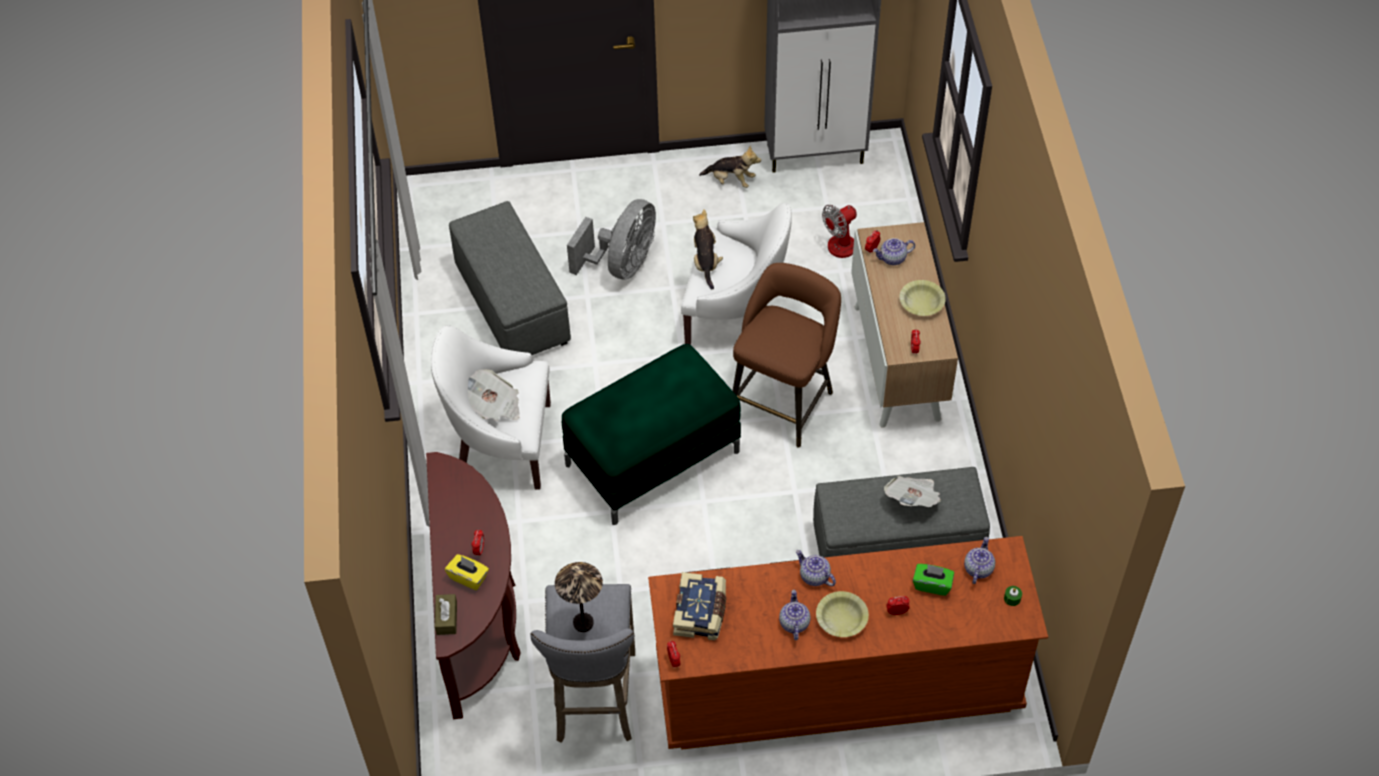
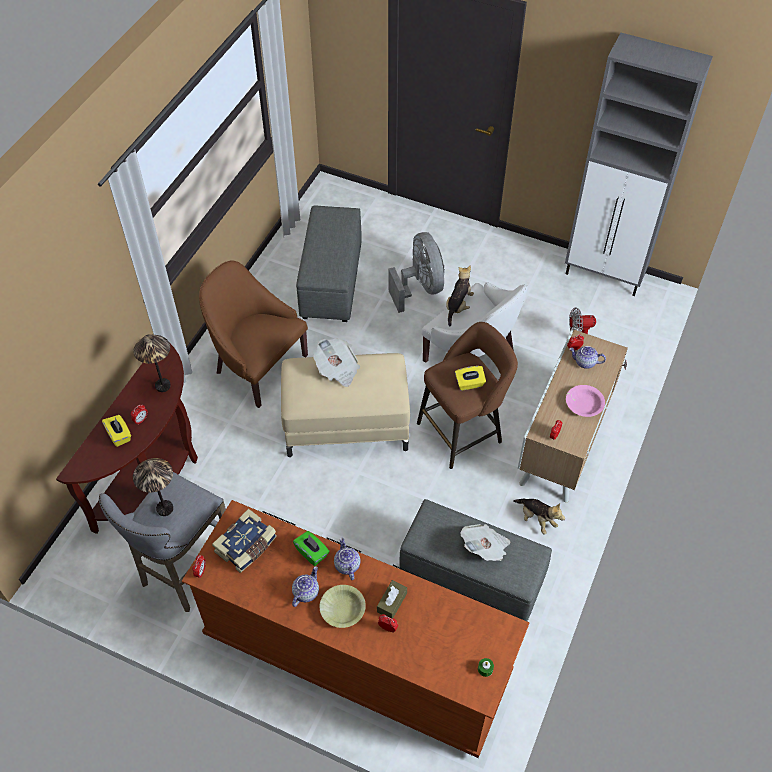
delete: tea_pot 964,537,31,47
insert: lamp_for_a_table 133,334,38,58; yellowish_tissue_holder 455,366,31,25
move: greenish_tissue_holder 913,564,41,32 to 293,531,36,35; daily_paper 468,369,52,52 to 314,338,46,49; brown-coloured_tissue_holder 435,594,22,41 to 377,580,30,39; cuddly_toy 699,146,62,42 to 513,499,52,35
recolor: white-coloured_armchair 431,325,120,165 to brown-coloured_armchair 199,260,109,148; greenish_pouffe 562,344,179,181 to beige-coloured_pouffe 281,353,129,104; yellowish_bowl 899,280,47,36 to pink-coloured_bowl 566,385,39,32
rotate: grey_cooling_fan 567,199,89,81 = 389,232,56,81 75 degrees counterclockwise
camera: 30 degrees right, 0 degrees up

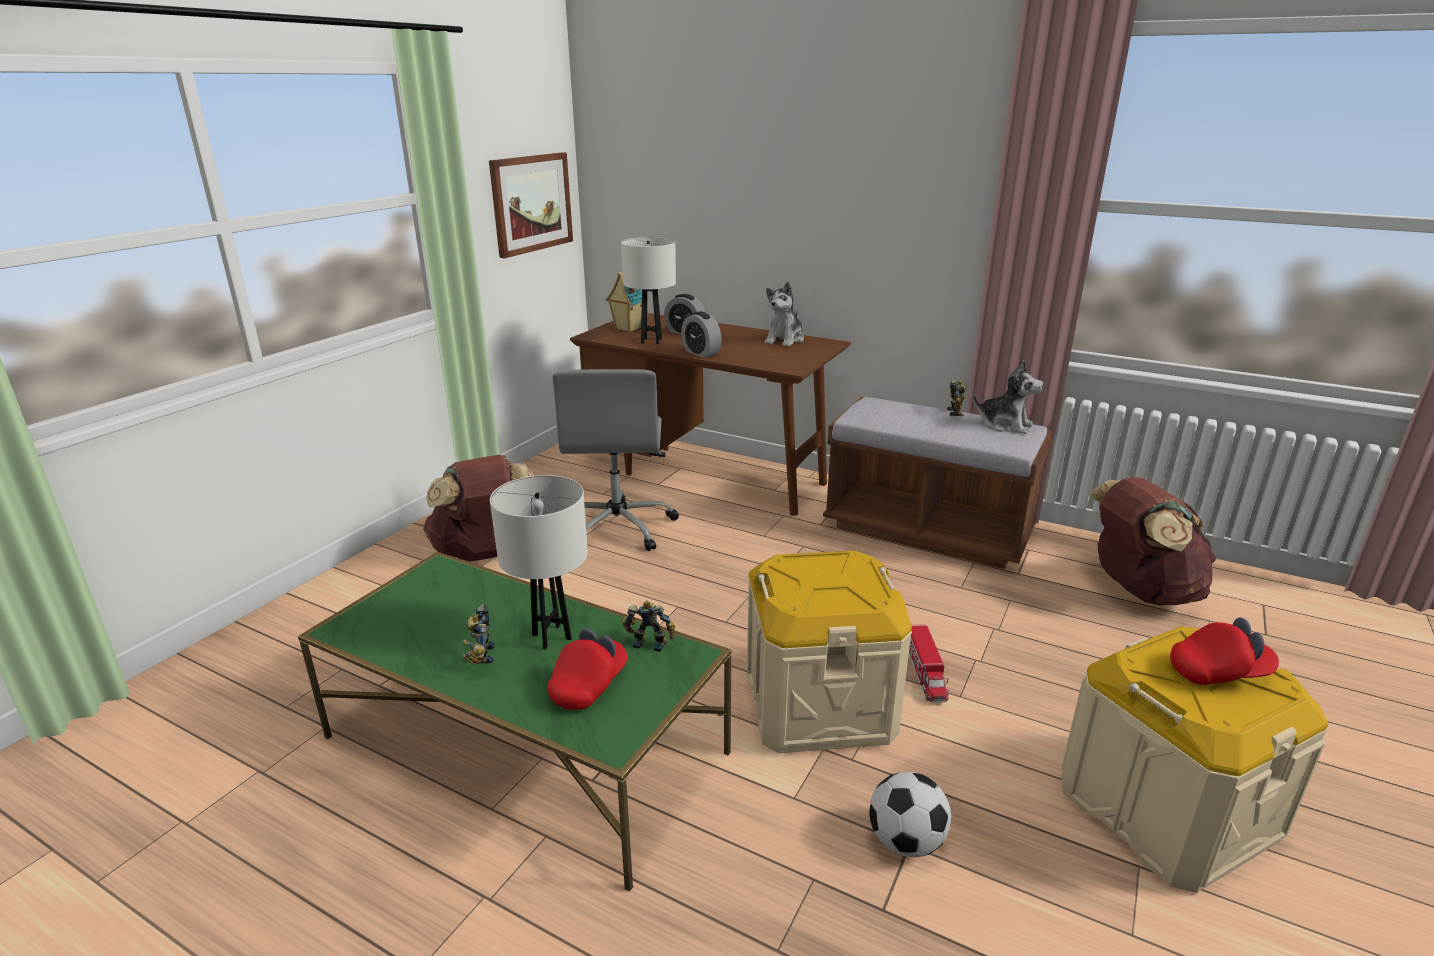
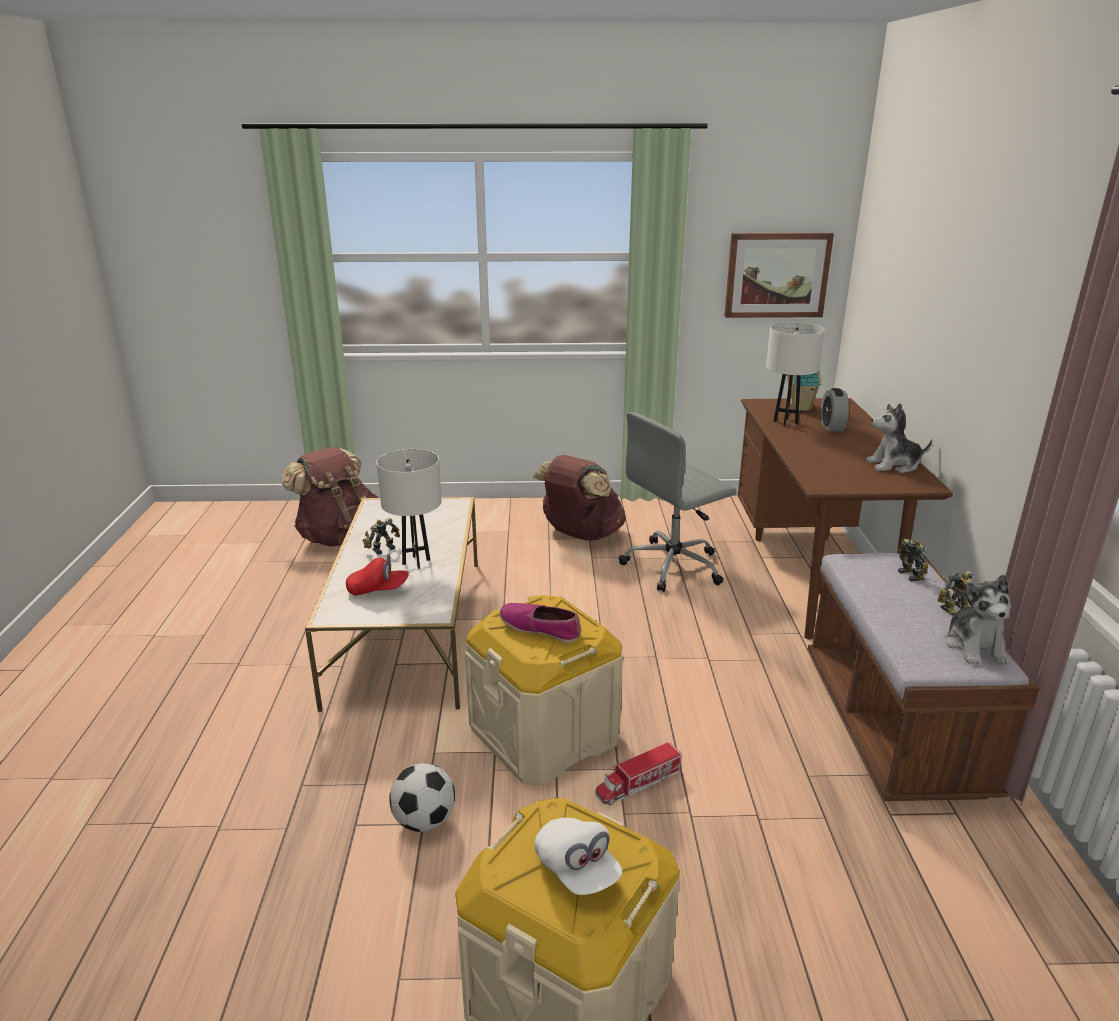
delete: bedside_clock 681,311,41,47
insert: low_shoe 500,603,81,40
move: brown-coloured_backpack 1088,477,128,129 to 281,447,97,100; model_robot 621,600,54,52 to 898,539,30,42
recolor: greenish_low_table 298,552,433,340 to white-coloured_low_table 305,497,173,215; red_baseball_cap 1170,618,109,67 to white-coloured_baseball_cap 534,818,88,77
camera: 60 degrees right, 0 degrees up

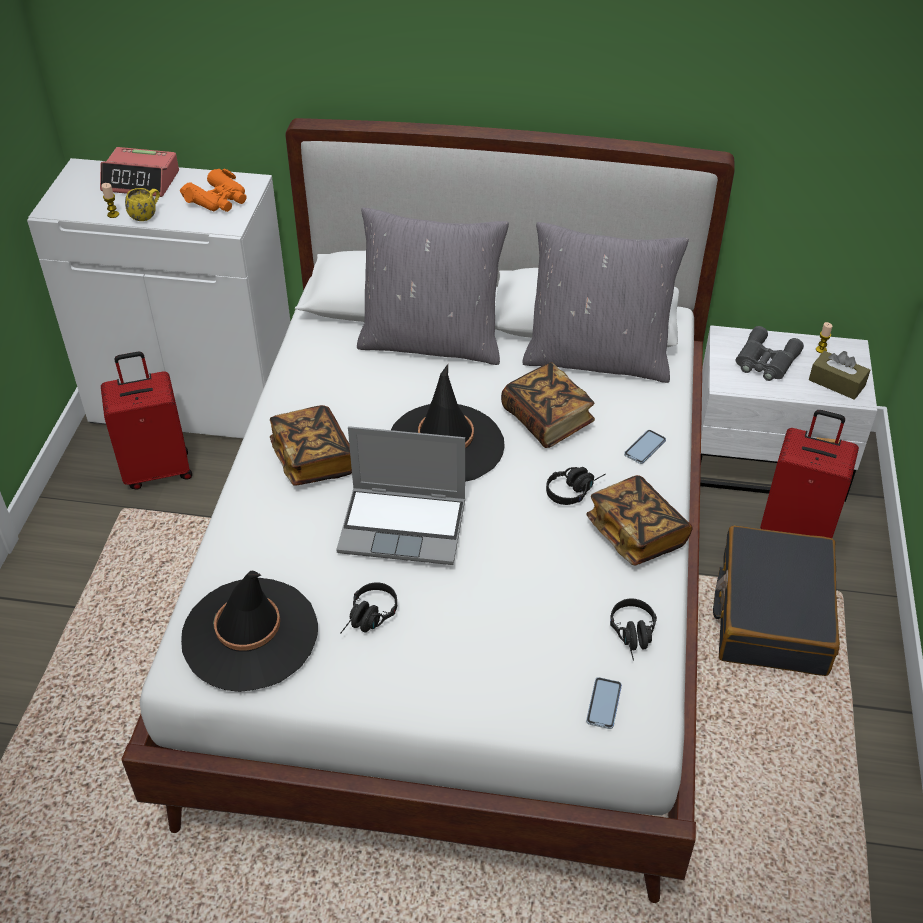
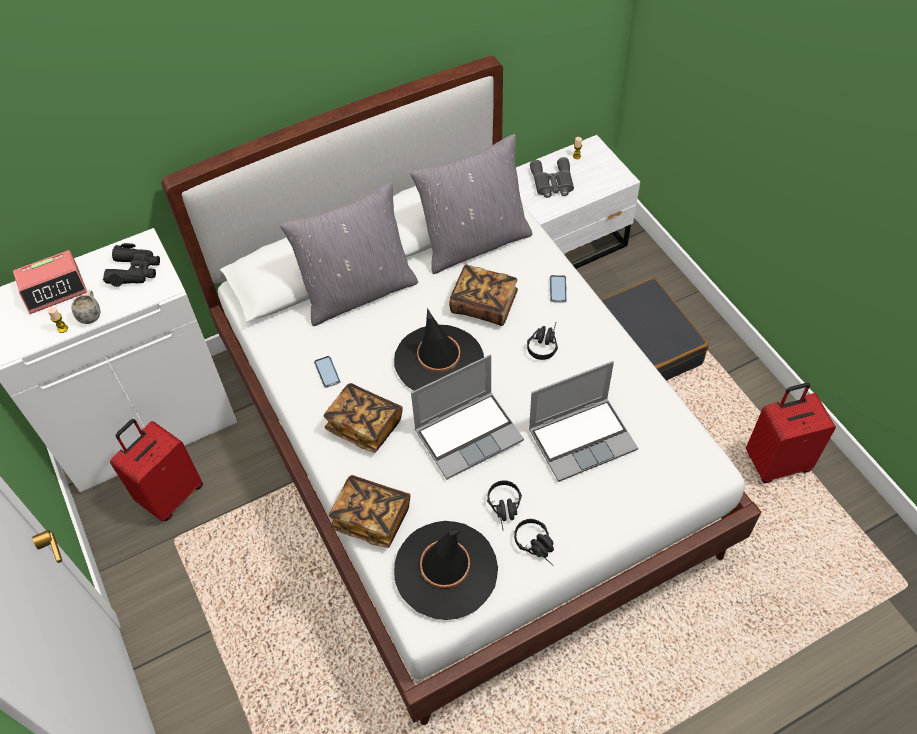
delete: brown-coloured_tissue_holder 809,351,61,49
insert: laptop 529,361,109,121
move: phone 586,677,36,52 to 314,356,26,32; volume 586,475,106,90 to 329,475,82,73; black-coloured_pair_of_headphones 610,598,47,63 to 514,519,40,47; red_suitcase 760,410,99,128 to 746,383,90,100
recolor: yellowish_coffee_mug 125,188,35,33 to white-coloured_coffee_mug 72,290,28,34; orange_binoculars 180,169,67,43 to black-coloured_binoculars 103,243,57,44
camera: 35 degrees left, 10 degrees up

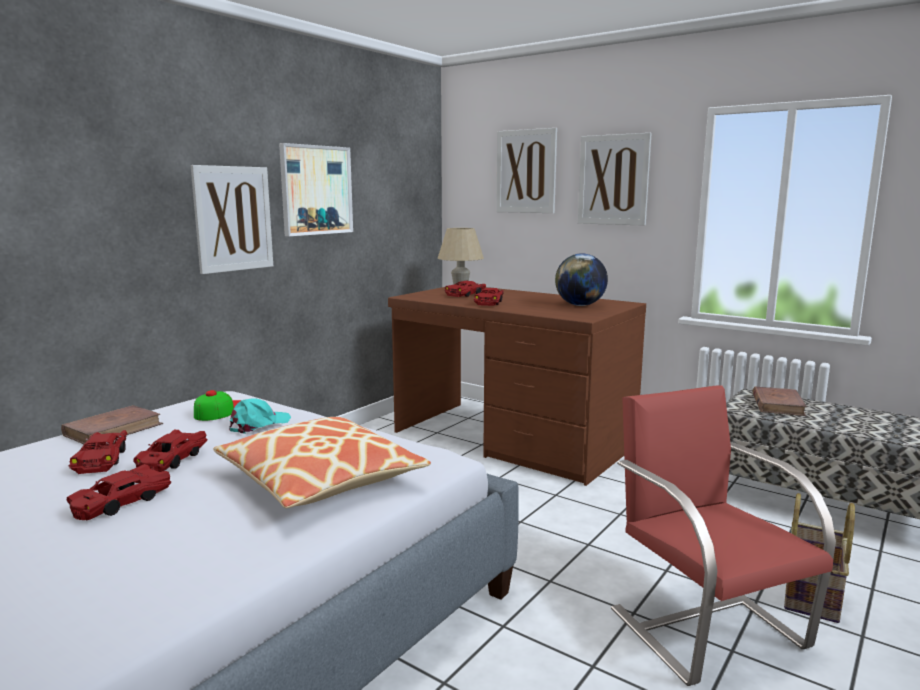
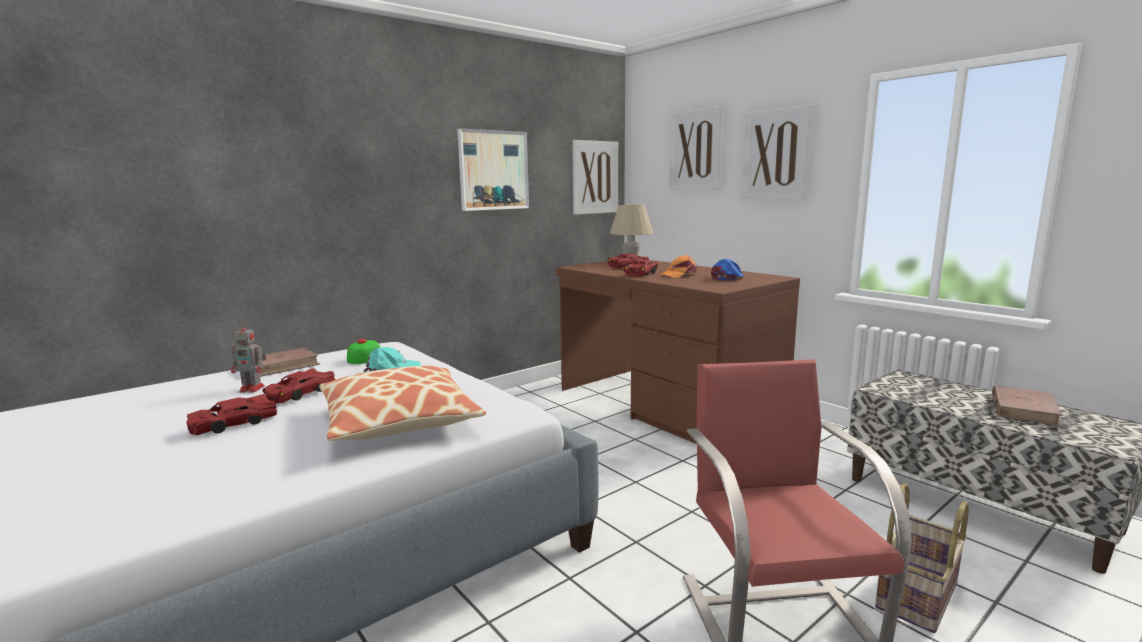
insert: orange_baseball_cap 660,255,37,23
move: picture 191,165,82,109 to 572,140,46,75; brown-coloured_volume 753,387,54,29 to 992,385,71,41
replace: red_model_car 68,430,60,44 to model_robot 231,324,36,69; globe 555,253,53,53 to blue-coloured_baseball_cap 711,259,34,21
camera: 15 degrees right, 0 degrees up

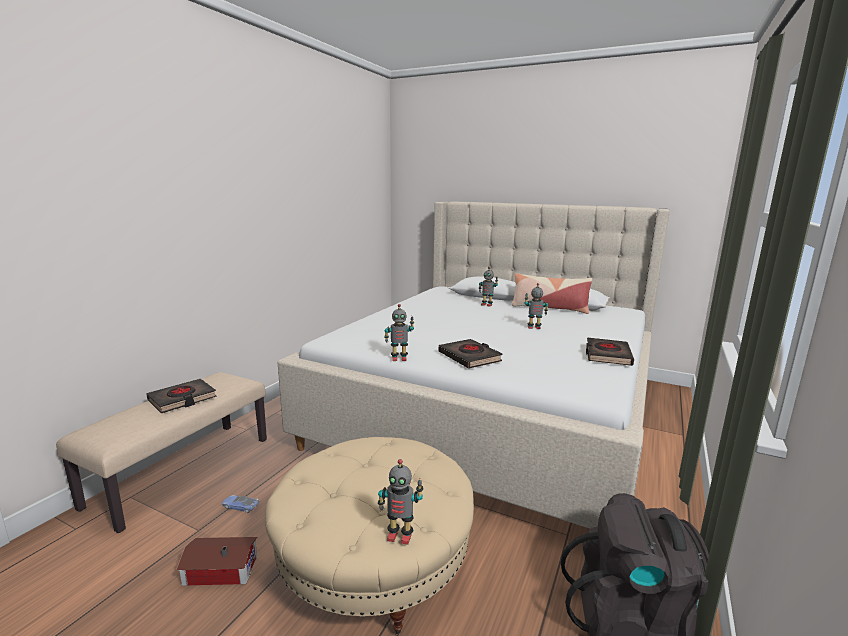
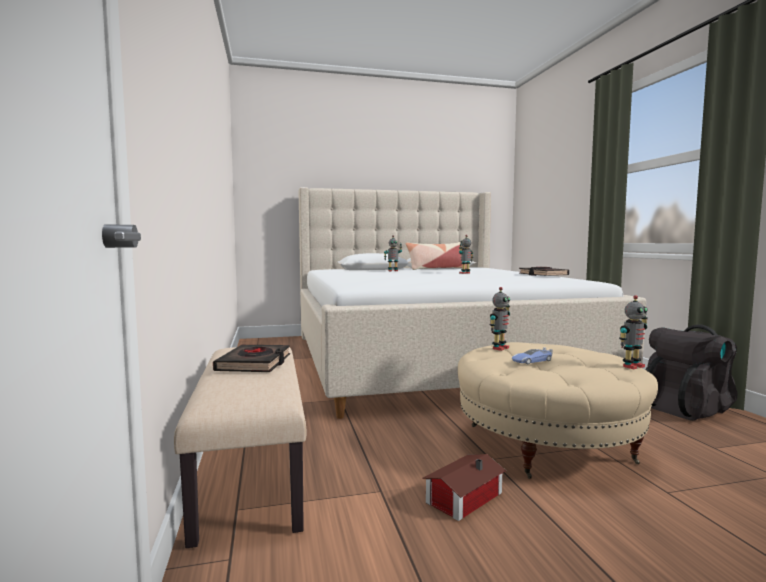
delete: black-coloured_volume 439,339,64,30
move: model_robot 384,304,30,57 to 489,287,21,64; model_car 222,495,37,18 to 512,347,41,17
camera: 40 degrees left, 10 degrees down

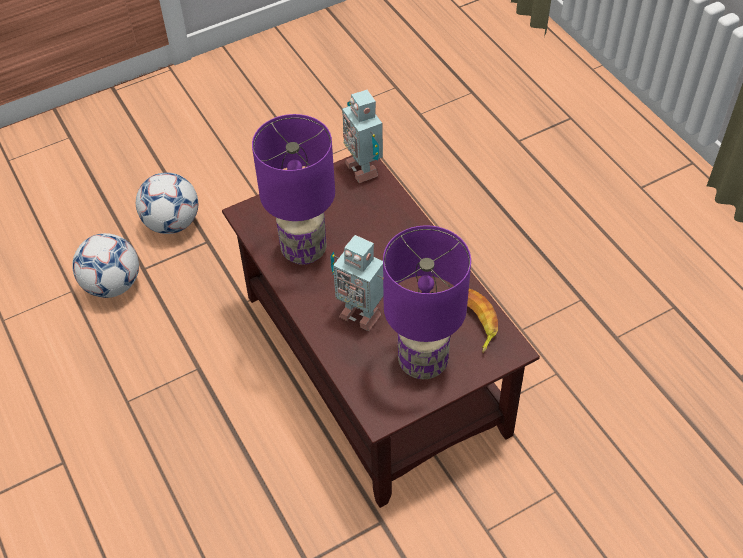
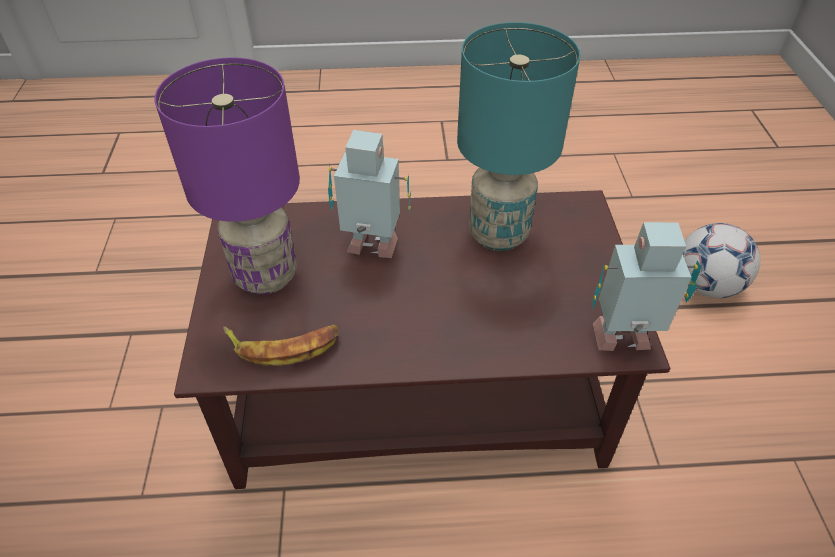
delete: football_ball 72,233,67,65
recolor: purple_lamp_for_a_table 252,114,83,151 to turquoise-coloured_lamp_for_a_table 457,22,123,229
rotate: model_robot 330,235,53,96 = 328,130,83,128 45 degrees clockwise
camera: 115 degrees right, 5 degrees down

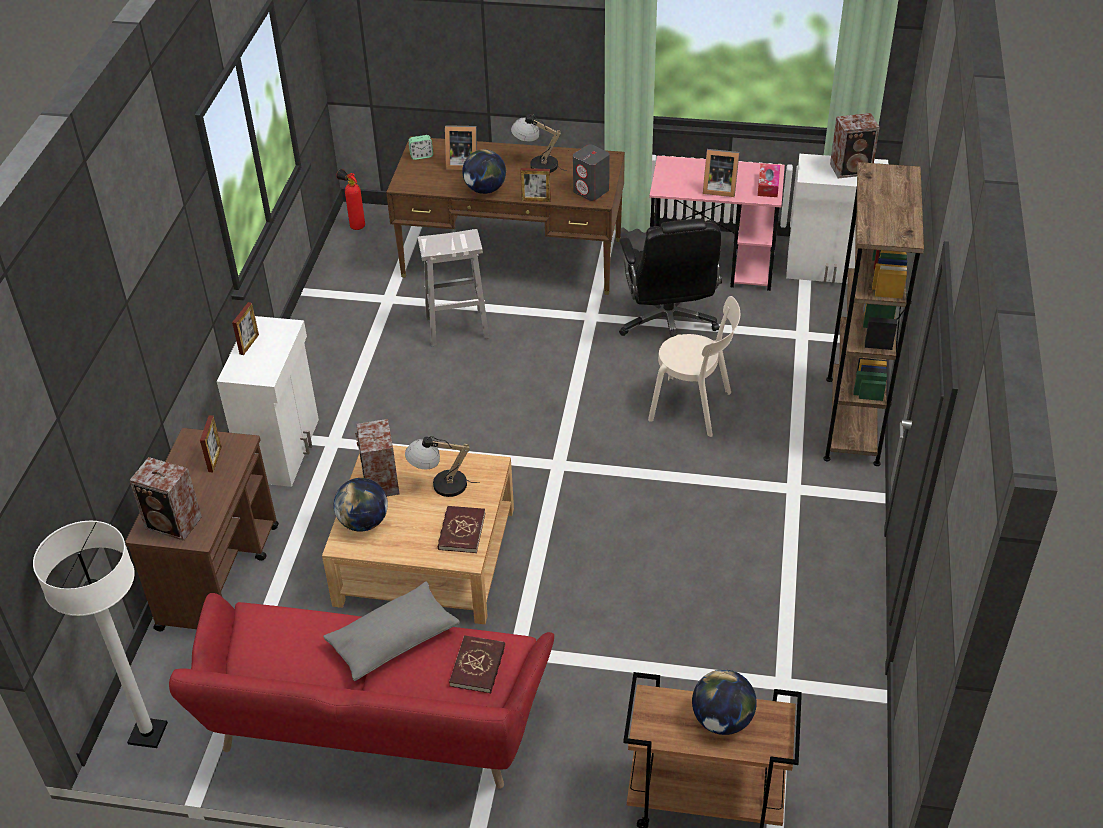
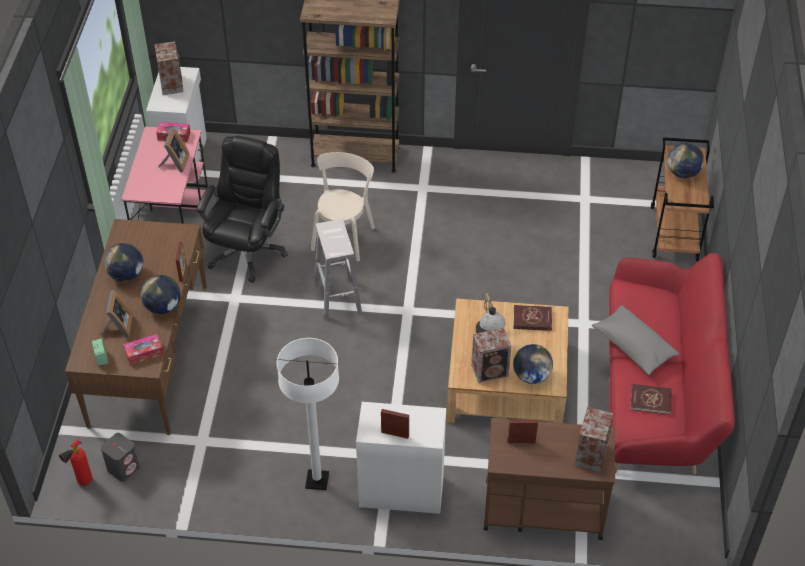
insert: tissue_holder 123,334,41,31
move: grey_speaker 573,144,37,57 to 101,433,39,49; white-coloured_floor_lamp 33,521,135,227 to 277,338,62,152; white-coloured_sitting_stool 418,229,71,117 to 314,219,48,101; red_volume 449,635,56,58 to 630,384,42,30
replace: lamp_for_a_table 511,114,56,59 to globe 104,243,39,39
rotate: black-coloured_computer_chair 619,218,103,119 = 197,136,91,147 60 degrees counterclockwise
camera: 95 degrees left, 5 degrees up

